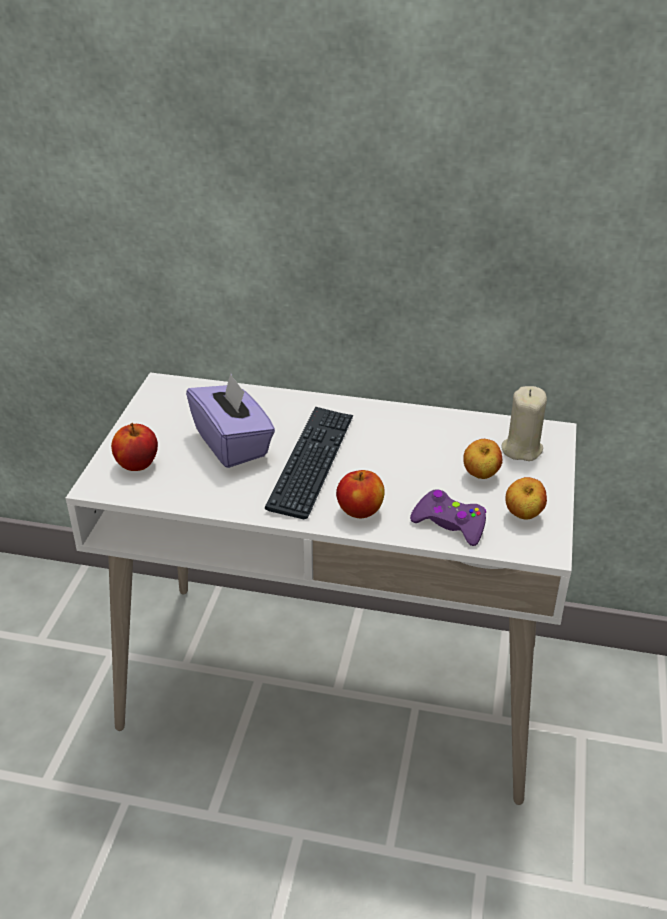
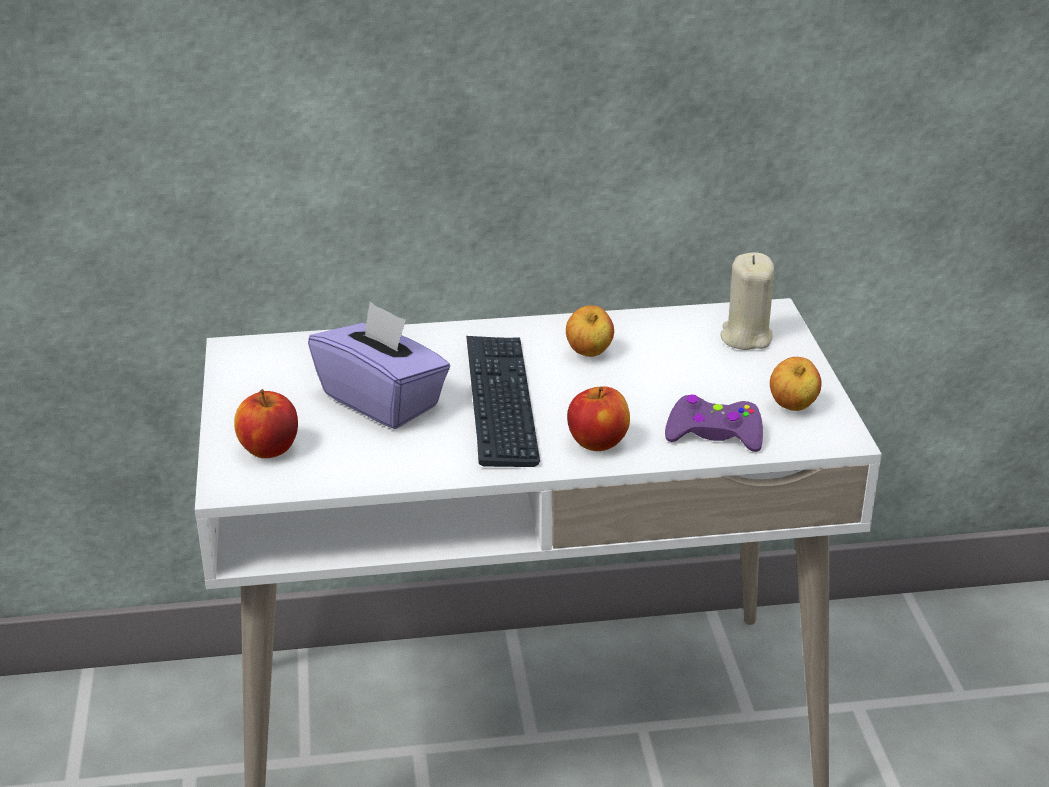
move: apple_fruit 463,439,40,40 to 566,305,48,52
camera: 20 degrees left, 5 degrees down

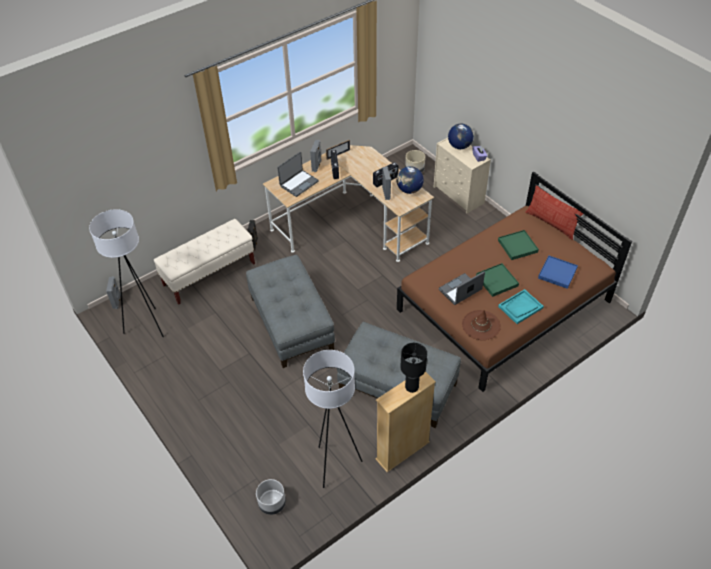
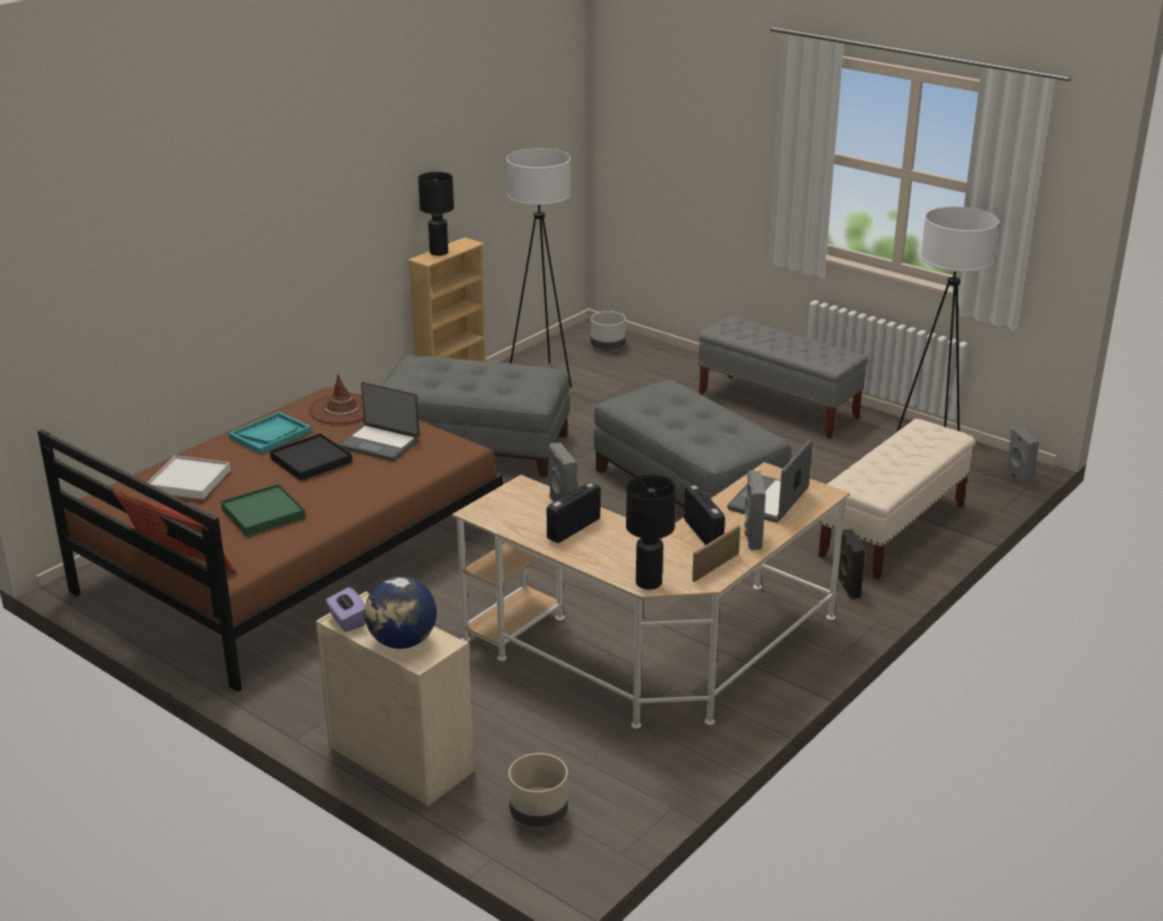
delete: globe 397,166,27,28
insert: black-coloured_lamp_for_a_table 626,474,50,116; grey_indoor_bench 698,316,170,123
recolor: blue-coloured_carrying_tray 538,256,40,33 to white-coloured_carrying_tray 147,455,84,44; greenish_carrying_tray 476,263,43,34 to black-coloured_carrying_tray 270,433,82,48
rotate: laptop 439,271,46,34 = 338,381,82,80 75 degrees clockwise
camera: 165 degrees right, 20 degrees down

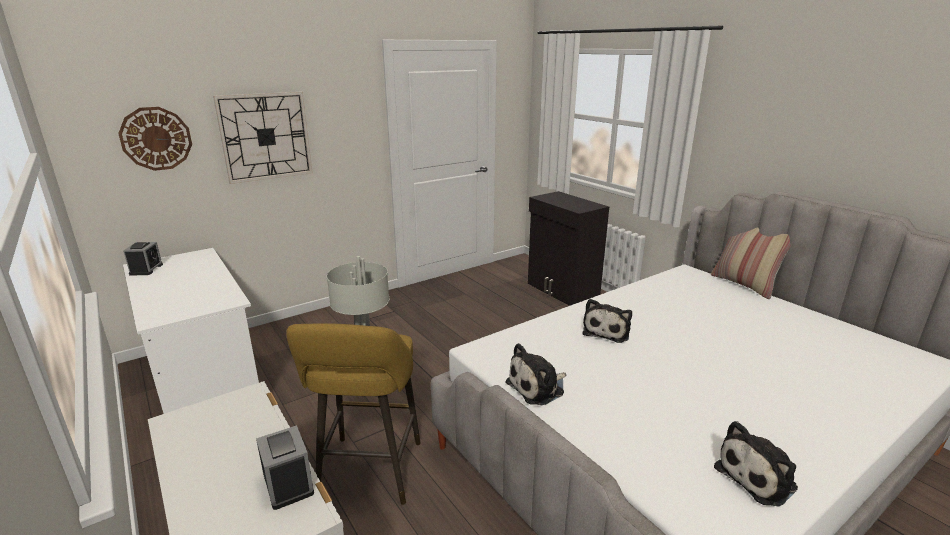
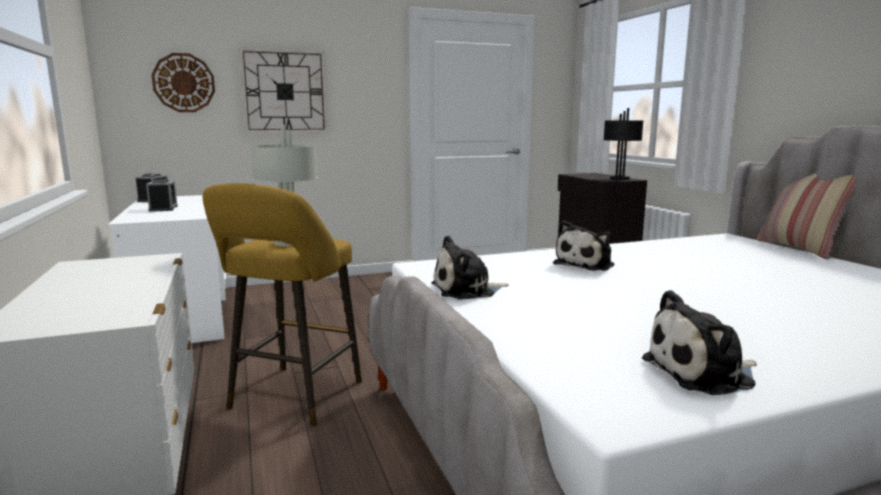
insert: black-coloured_lamp_for_a_table 603,108,40,72
move: bedside_clock 256,425,58,85 to 146,179,32,33
camera: 15 degrees right, 10 degrees down

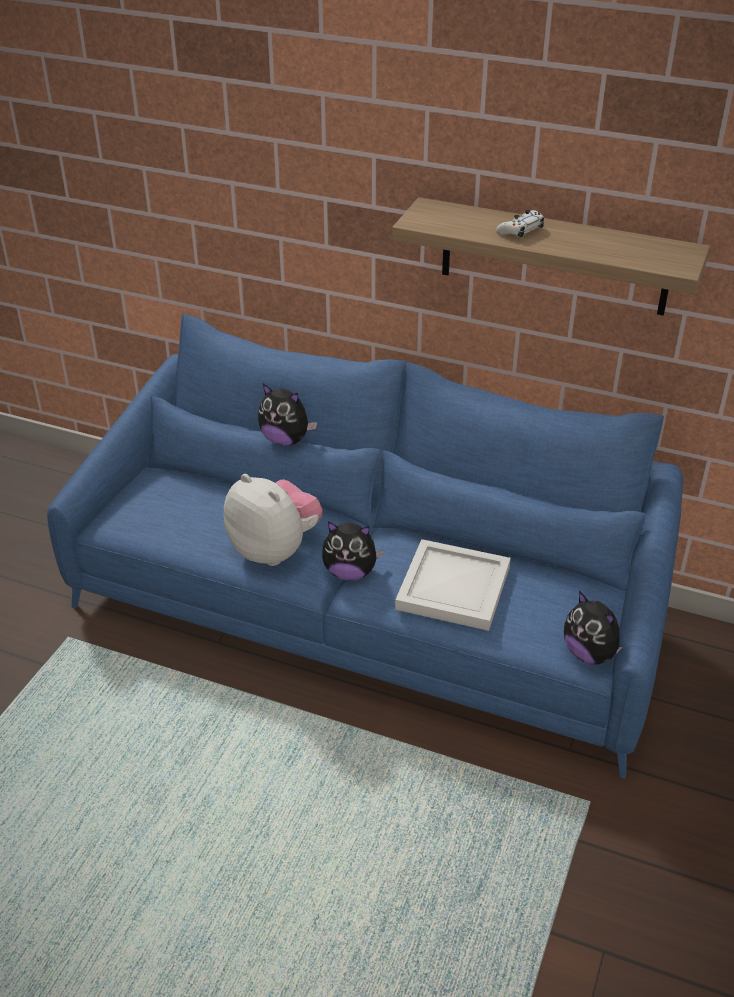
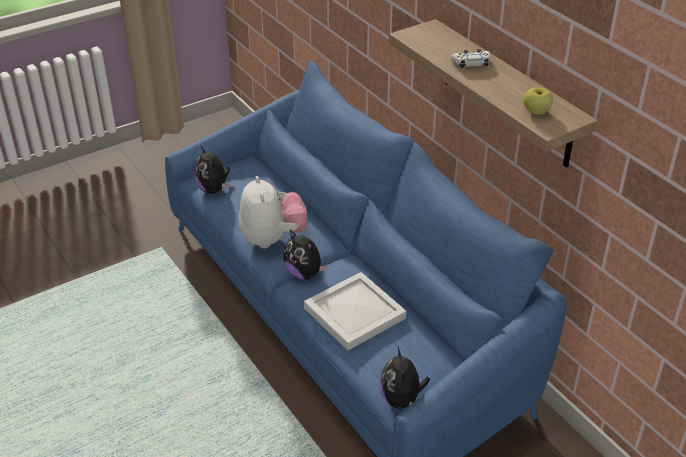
insert: apple_fruit 524,87,29,28
move: cuddly_toy 258,384,59,62 to 194,146,36,48
camera: 35 degrees right, 0 degrees up

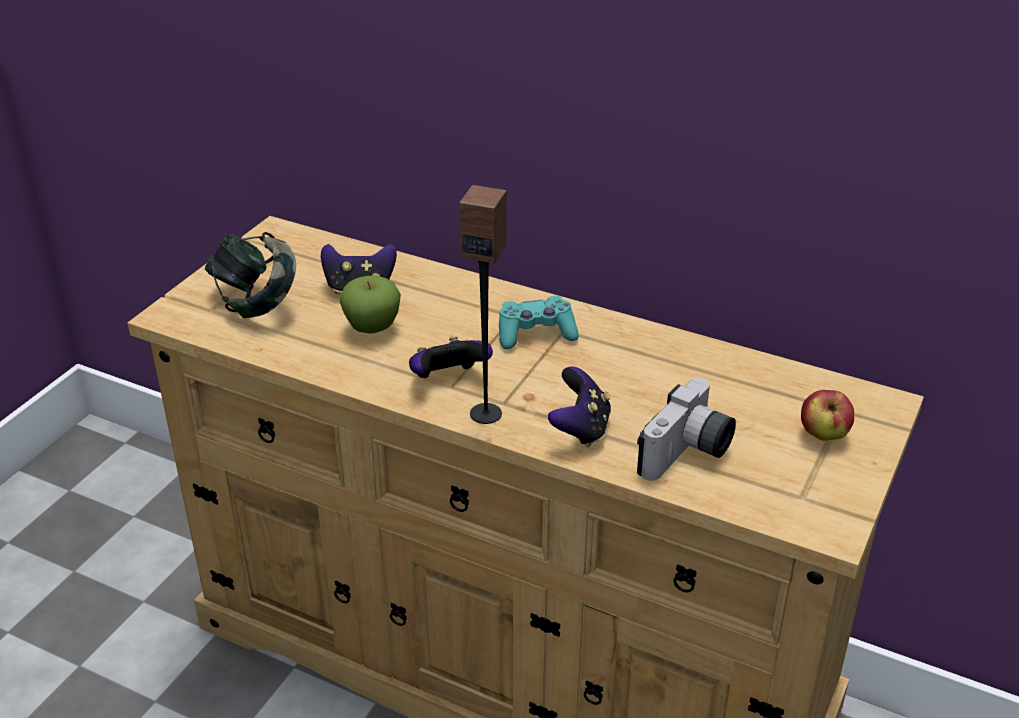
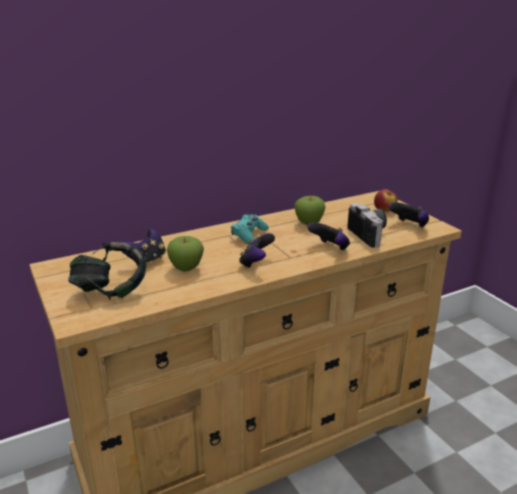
delete: speaker 459,185,48,239
insert: apple_fruit 294,196,31,29; joypad 389,202,40,26
camera: 55 degrees left, 10 degrees down

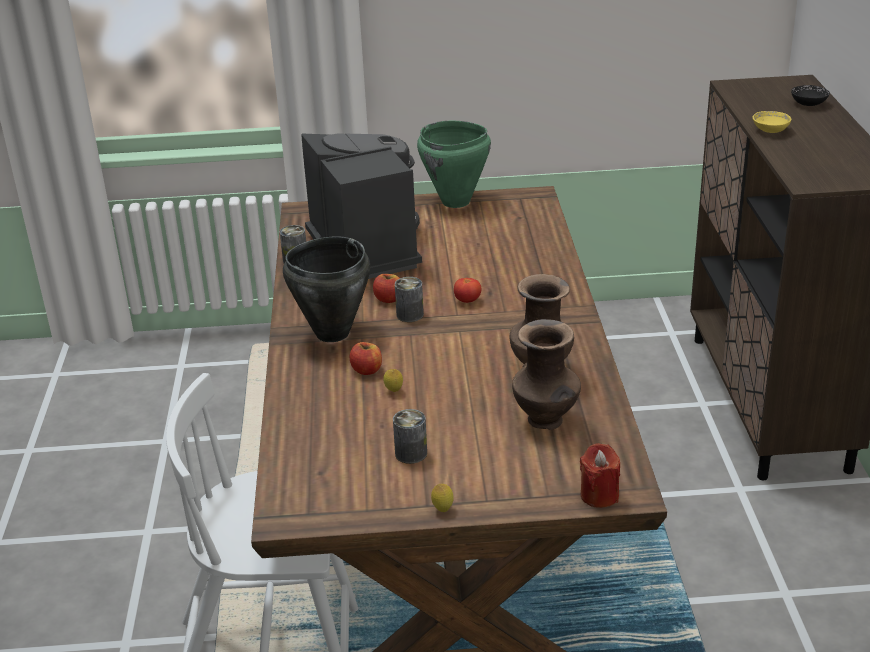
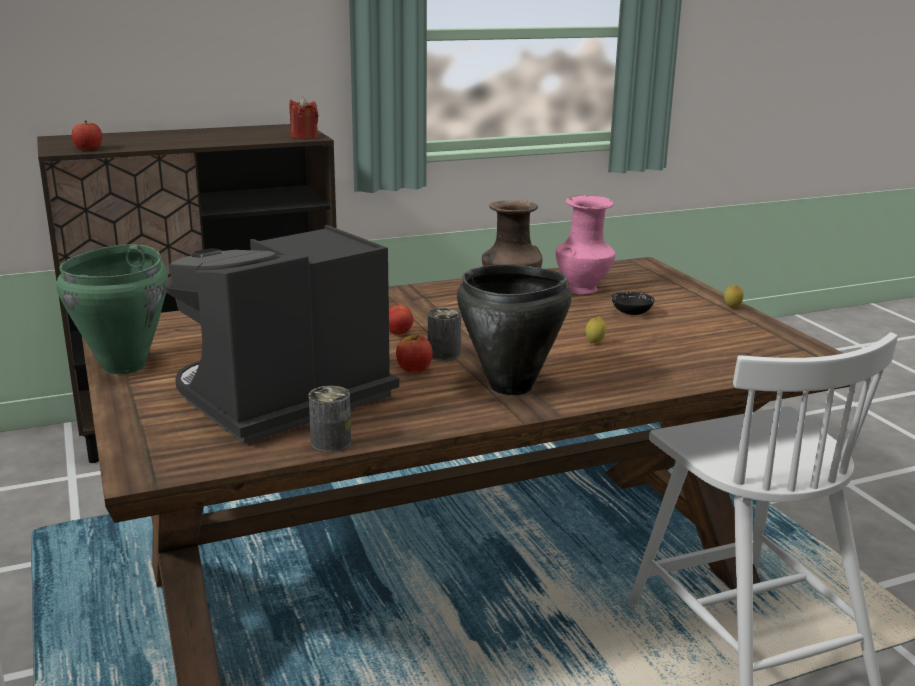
delete: sealed_can 393,409,34,55; yellowish_bowl 752,111,39,22
move: apple_fruit 350,342,32,33 to 72,120,30,30; red_candle 580,443,40,65 to 290,96,28,44; black-coloured_bowl 791,85,39,21 to 611,292,43,23
recolor: brown-coloured_flower_vase 512,319,69,111 to pink-coloured_flower_vase 556,195,60,99
camera: 110 degrees left, 10 degrees down

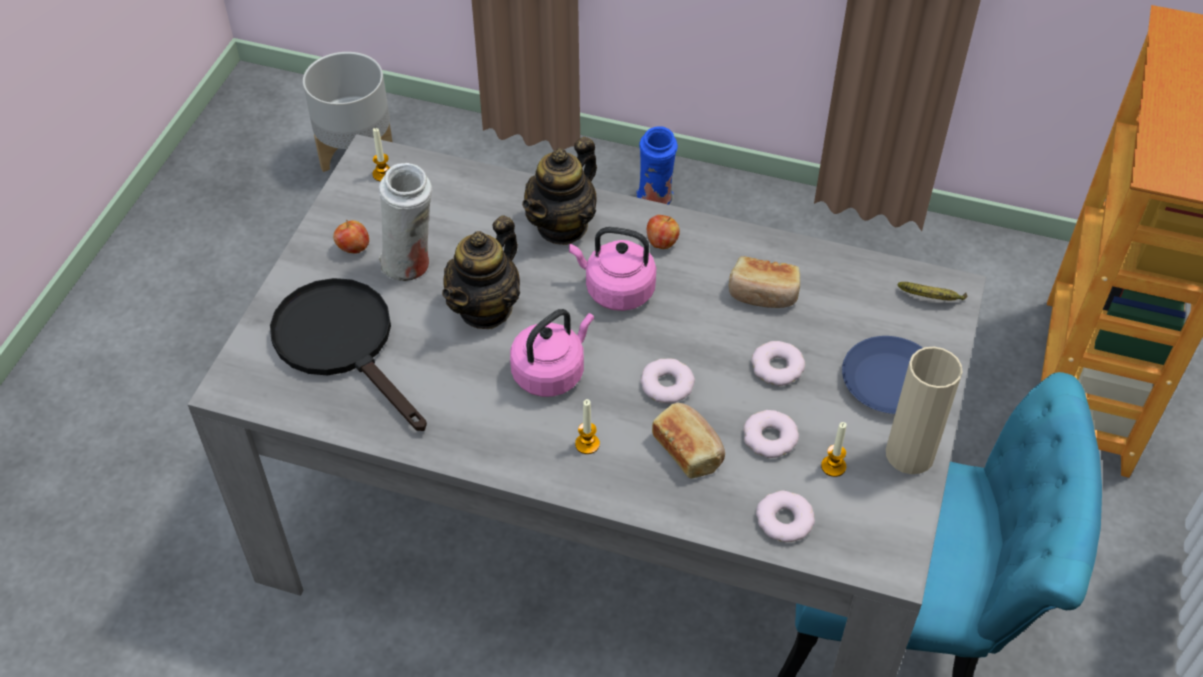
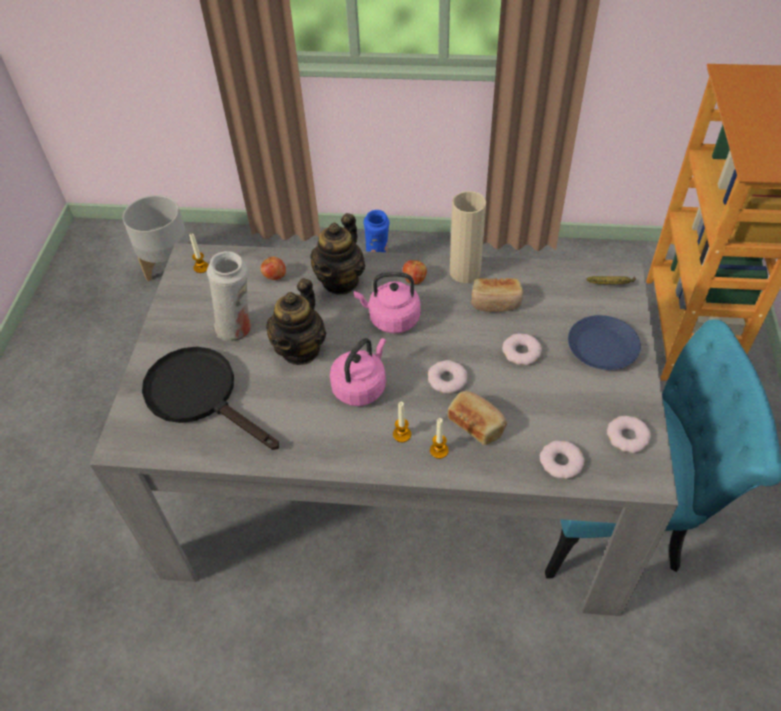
move: apple_fruit 333,220,36,33 to 260,257,26,23; candle 821,422,26,55 to 430,418,19,41; beige-coloured_flower_vase 886,347,77,127 to 450,191,36,92; donut 743,410,56,48 to 607,416,44,37
camera: 10 degrees left, 0 degrees up

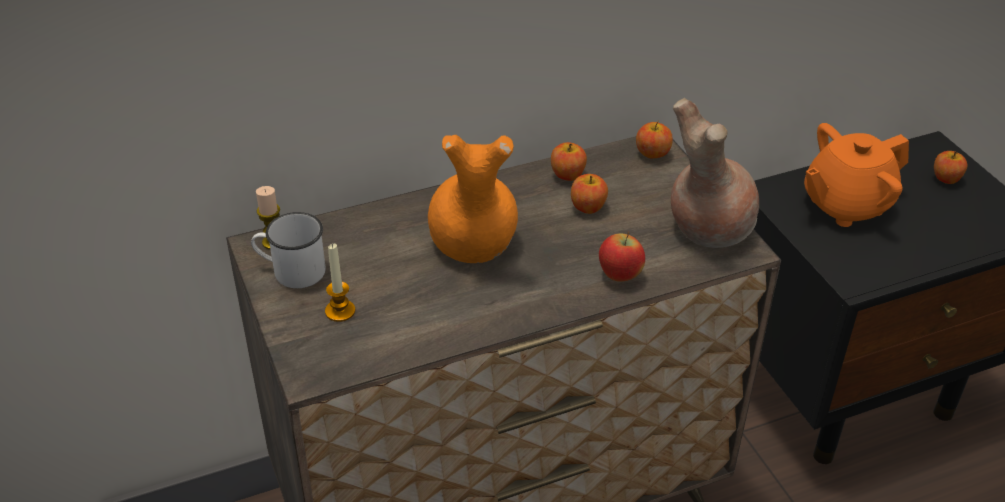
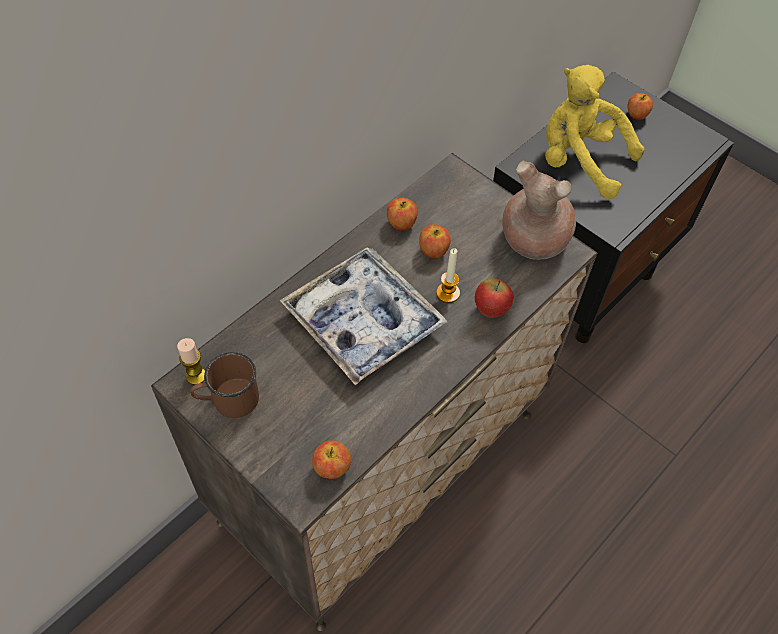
move: apple_fruit 636,120,37,38 to 312,440,39,39; candle 325,244,30,78 to 436,248,24,55
replace: orange_flower_vase 428,135,90,128 to carrying_tray 280,247,168,138; orange_tea_pot 804,123,105,104 to yellowish_cuddly_toy 545,65,100,134
recolor: white-coloured_coffee_mug 251,212,75,76 to brown-coloured_coffee_mug 190,352,69,66
camera: 25 degrees left, 15 degrees up

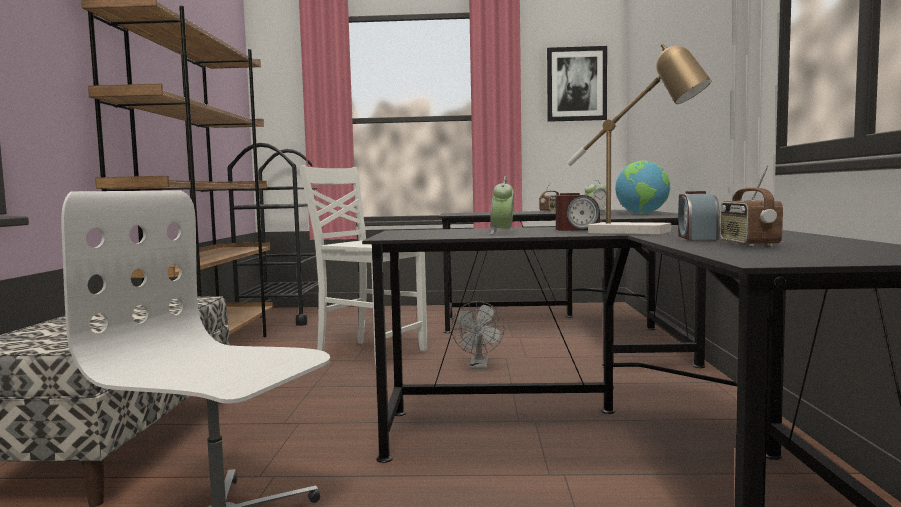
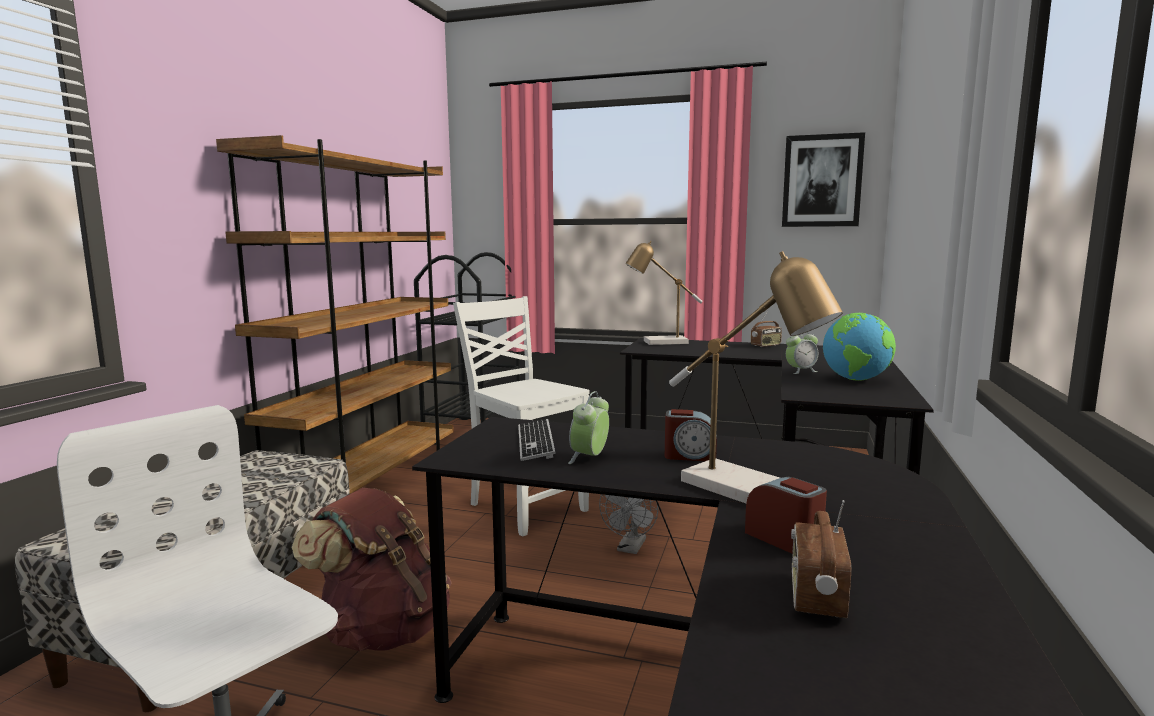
insert: brown-coloured_backpack 292,488,160,163; computer_keyboard 518,419,38,42; lamp_for_a_table 625,241,78,104
rotate: bedside_clock 678,191,42,49 = 745,477,82,77 120 degrees clockwise
camera: 15 degrees right, 5 degrees up

